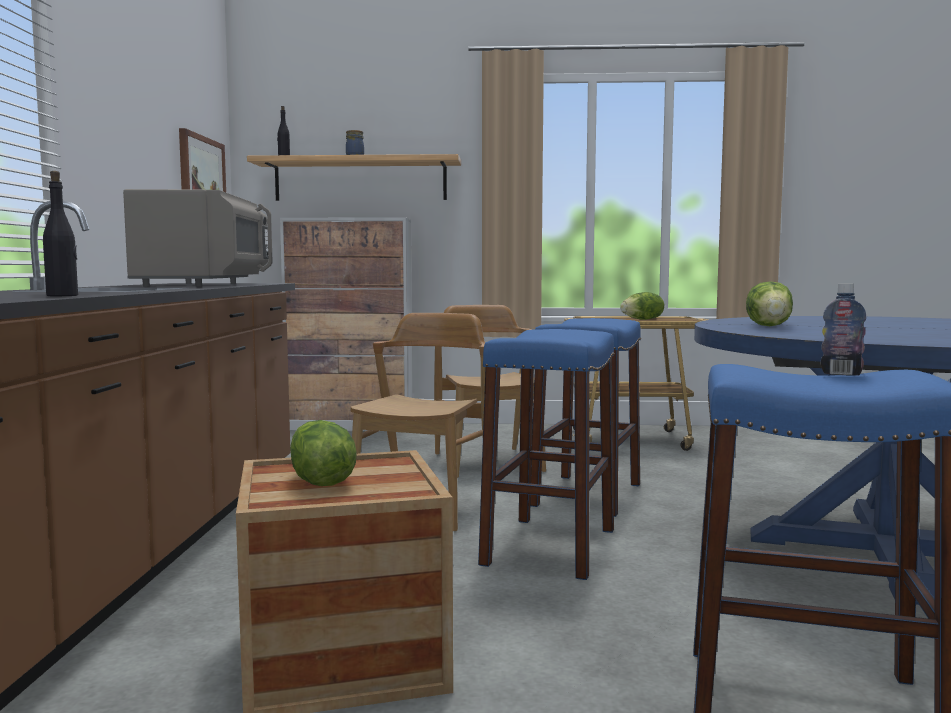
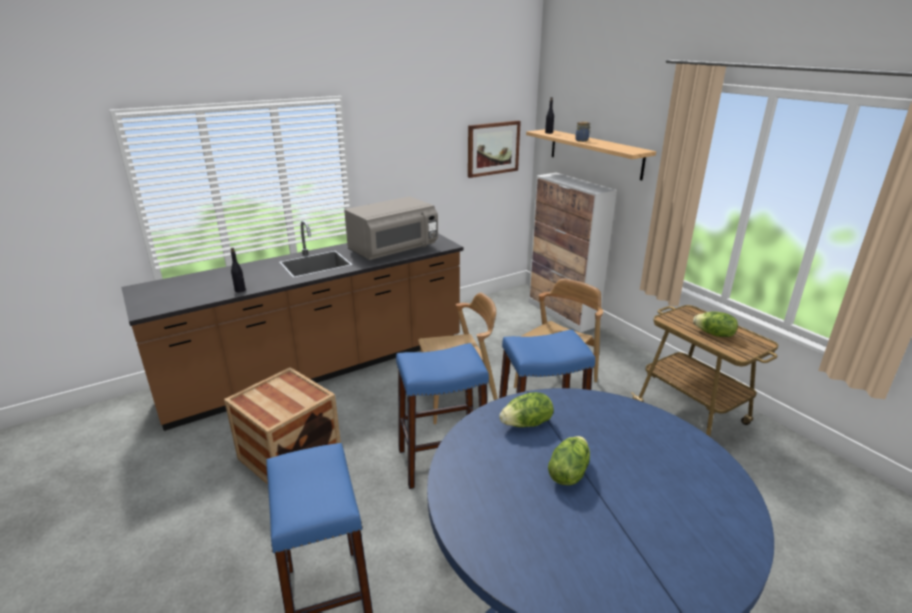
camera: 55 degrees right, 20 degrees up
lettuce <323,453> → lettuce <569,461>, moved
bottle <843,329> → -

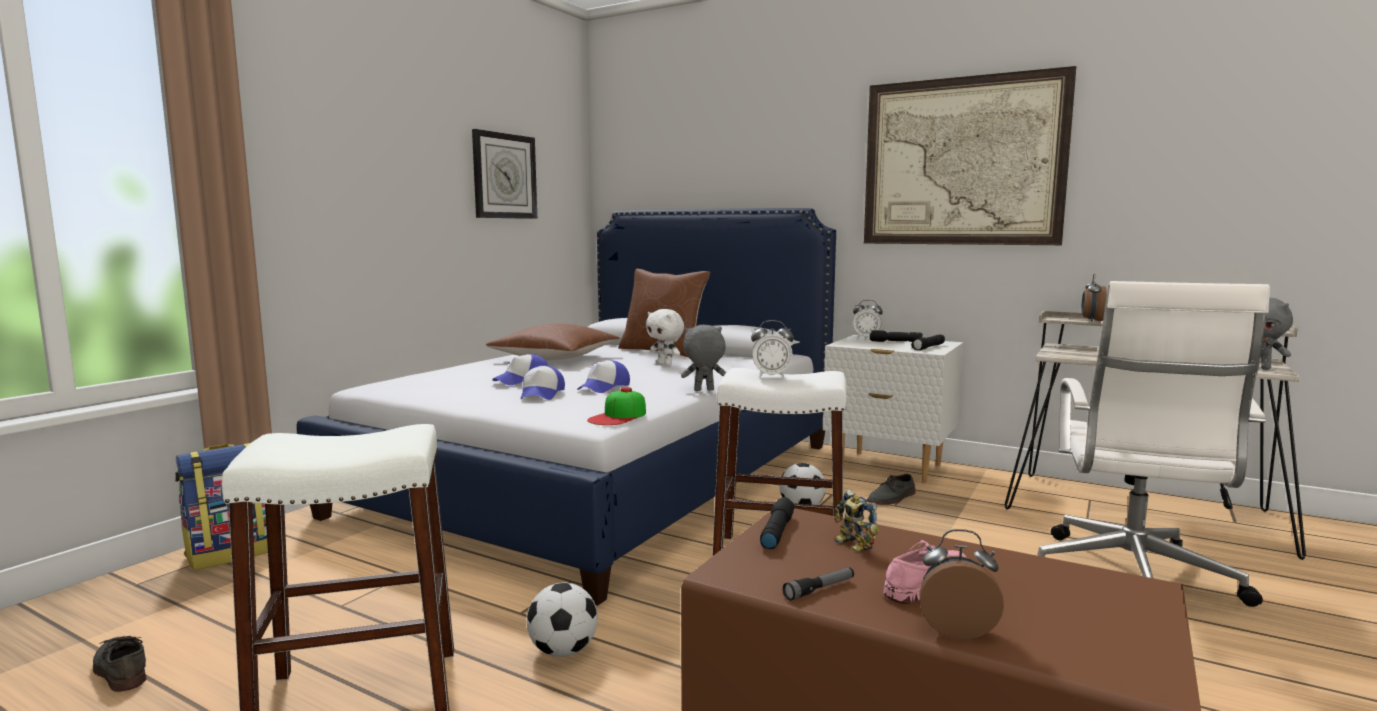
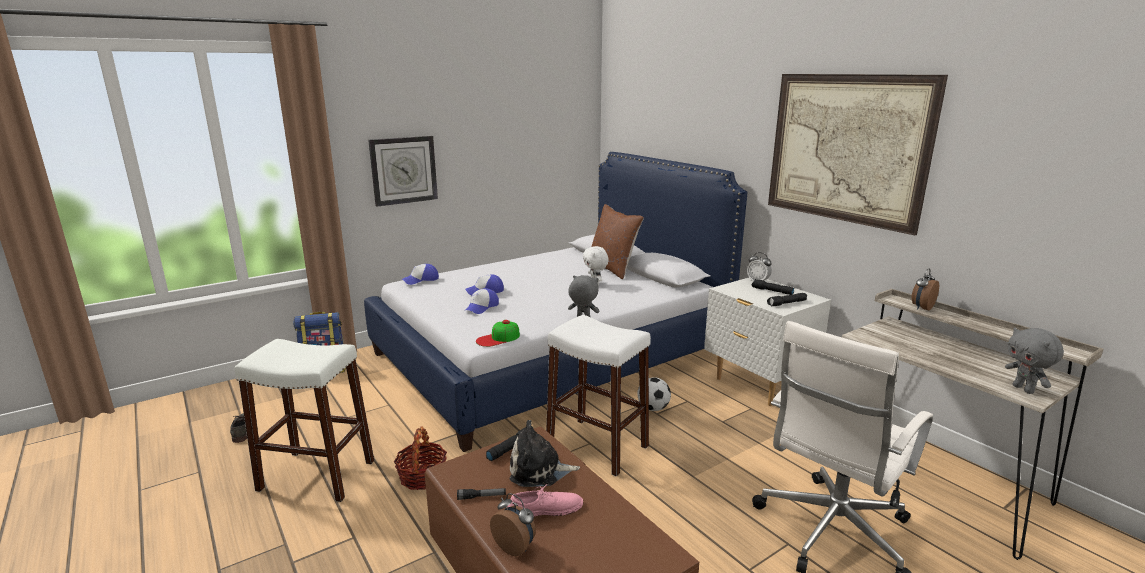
camera: 25 degrees right, 10 degrees up
wall clock <504,174> → wall clock <403,171>, moved
brown pillow <553,341> → -
football <562,620> → basket <420,458>
cap <603,376> → cap <420,274>, moved
alarm clock <772,349> → -
toy robot <857,520> → plush toy <545,453>
grey shoe <891,489> → -

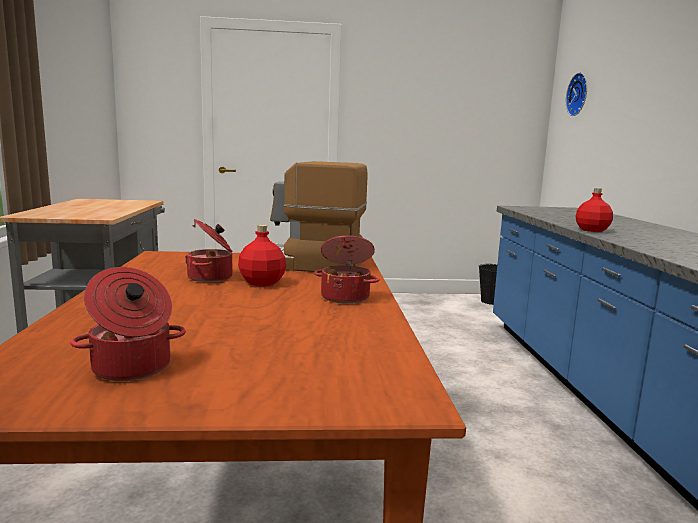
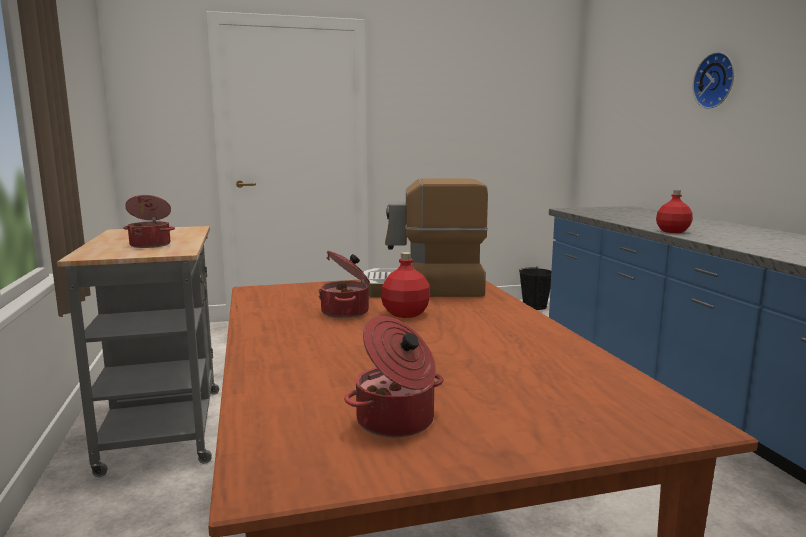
camera: 10 degrees left, 0 degrees up
cooking pot <347,269> → cooking pot <149,221>, moved
wall clock <576,94> → wall clock <713,80>, moved

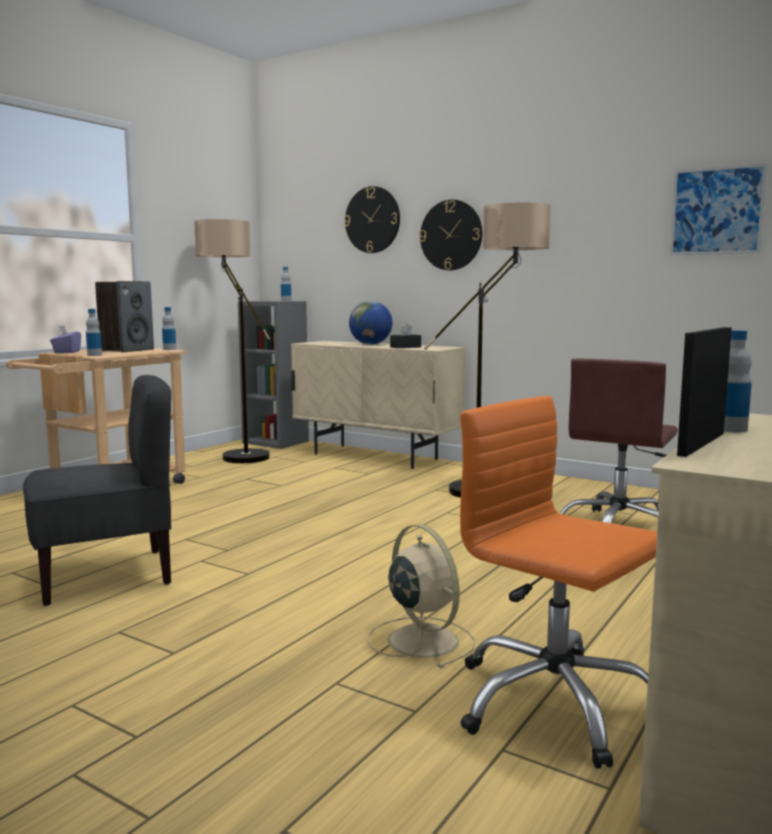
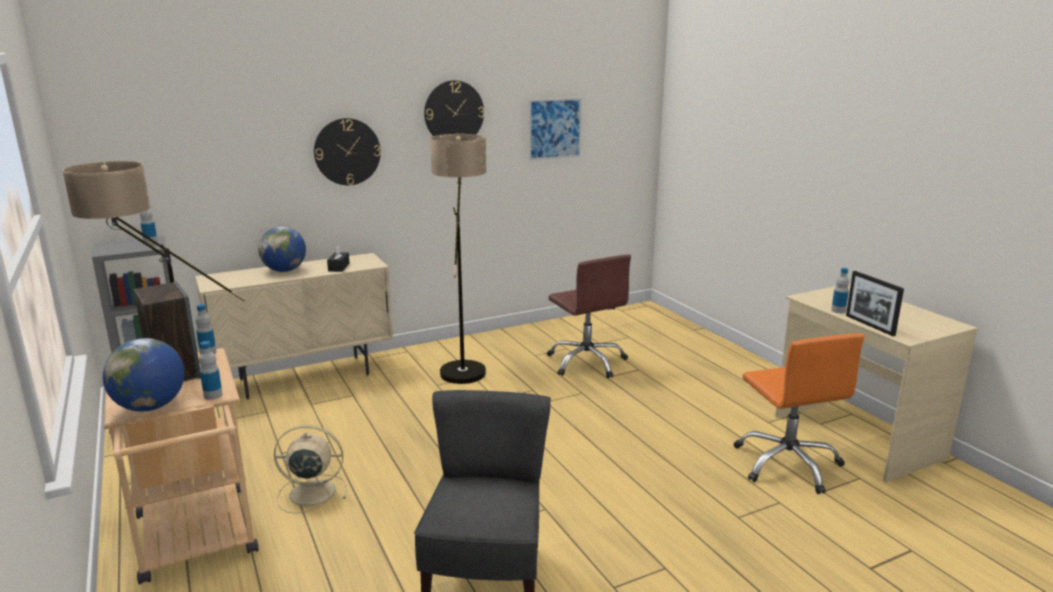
camera: 60 degrees left, 10 degrees up
purple tissue box <65,339> → globe <143,375>
wall clock <372,219> → wall clock <454,108>, moved
beige fan <421,596> → beige fan <310,469>, moved
orange office chair <558,582> → orange office chair <799,413>, 90 degrees counterclockwise

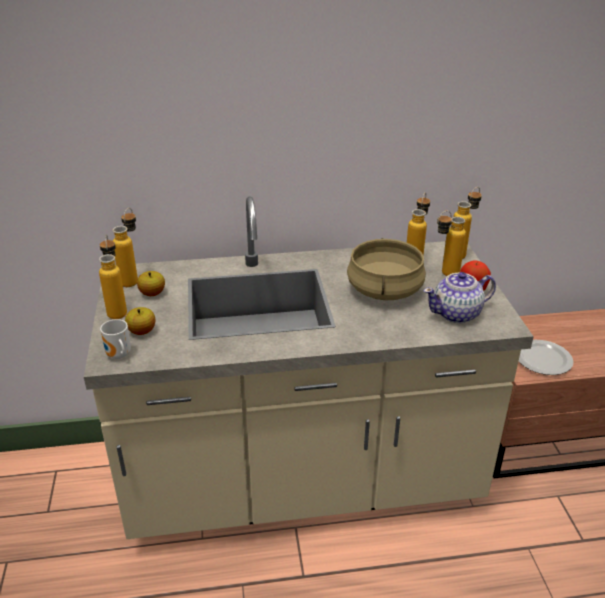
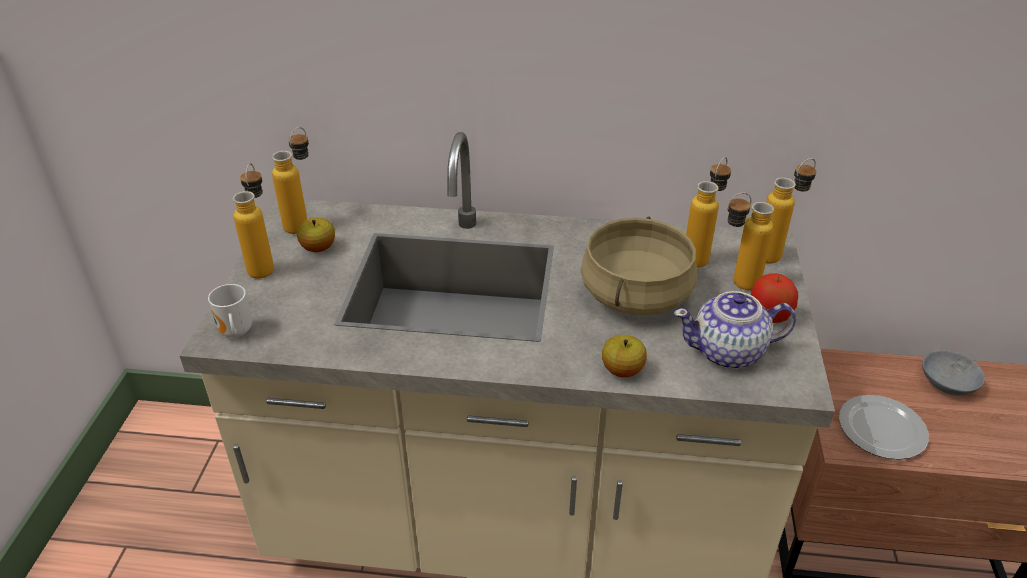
camera: 15 degrees right, 5 degrees up
apple <140,321> → apple <624,356>, moved
- → grey bowl <953,373>

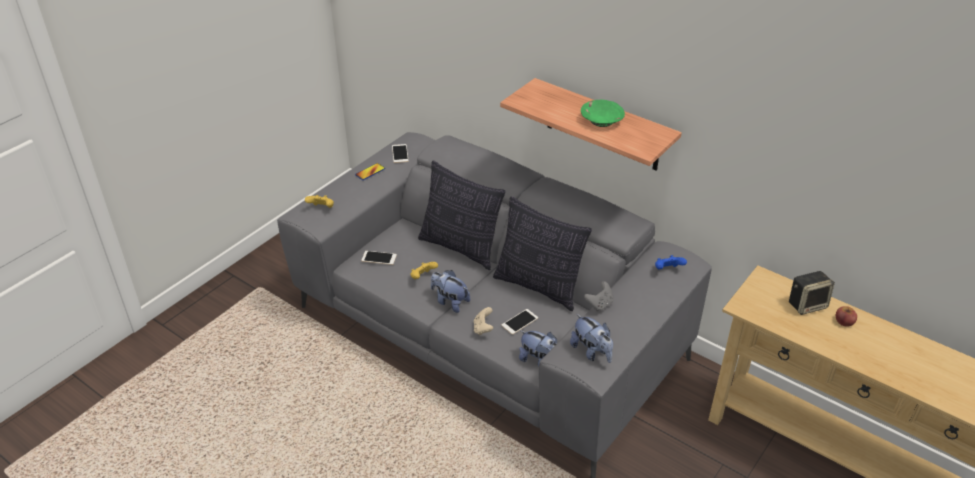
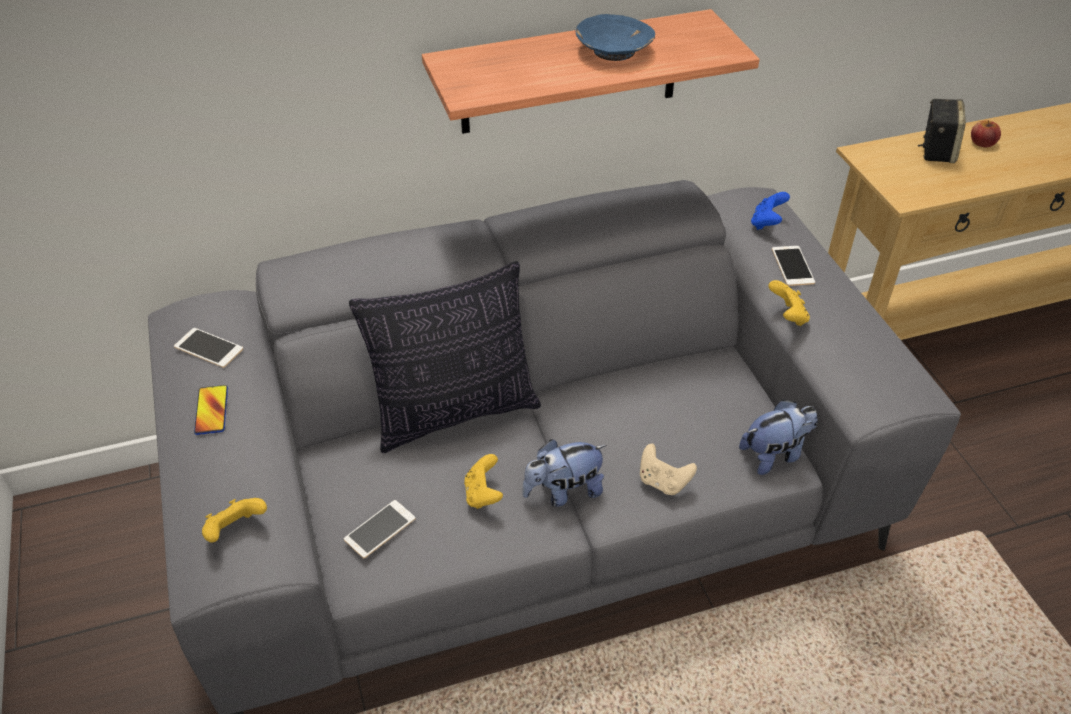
camera: 55 degrees left, 5 degrees up
pillow <542,253> → -
phone <520,322> → phone <793,266>, moved
plush toy <591,338> → -
green bowl <603,113> → blue bowl <615,37>
grey game controller <599,296> → yellow game controller <789,303>

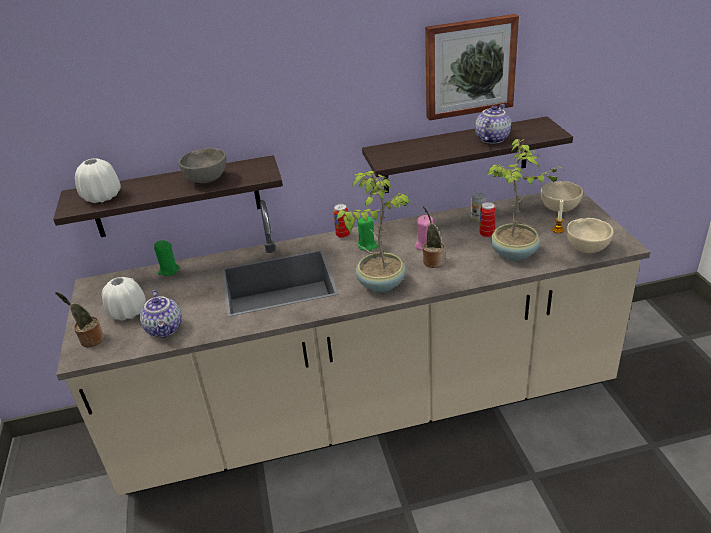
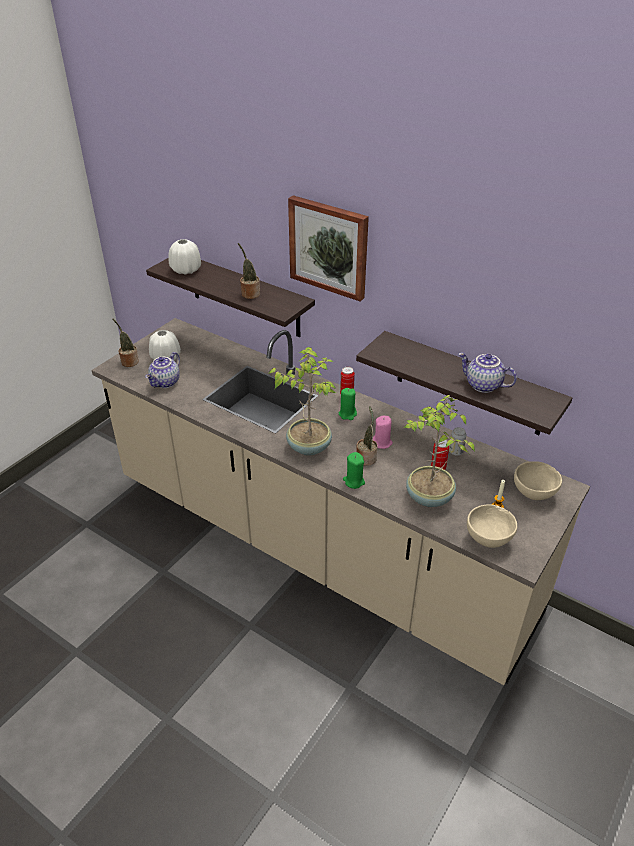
camera: 45 degrees right, 5 degrees up
green candle <167,258> → green candle <354,470>, moved
grey bowl <202,165> → potted plant <249,271>
picture <472,67> → picture <328,248>, moved
teapot <493,124> → teapot <487,372>, 135 degrees counterclockwise

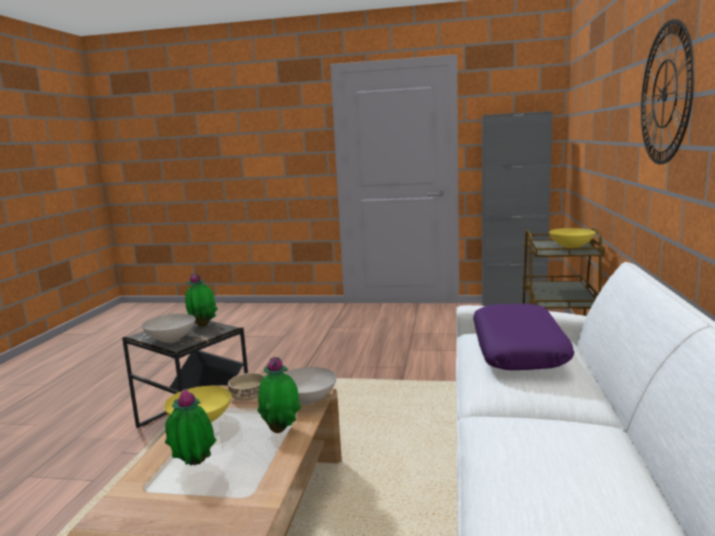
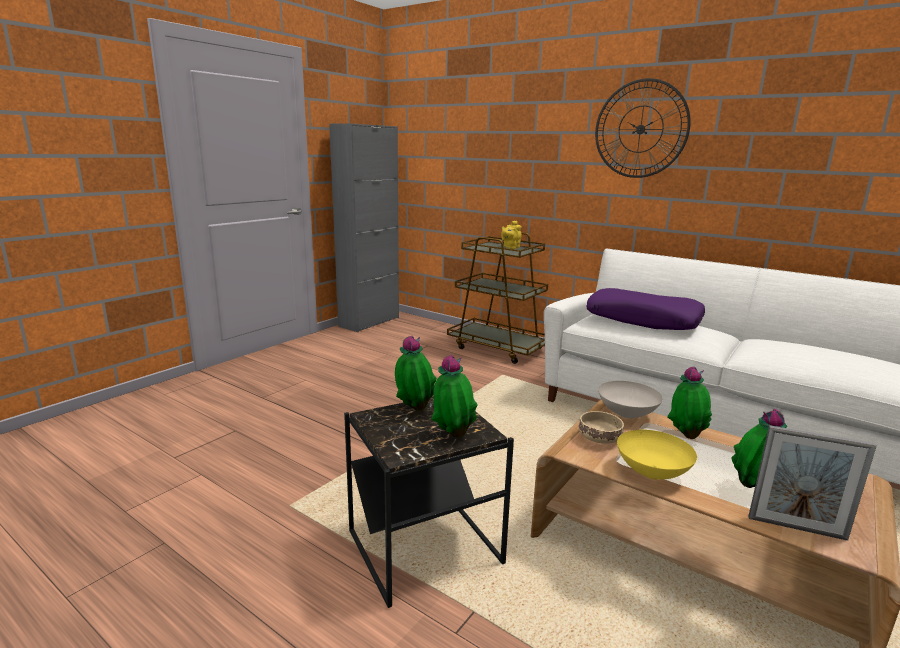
camera: 65 degrees left, 5 degrees up
white bowl <169,328> → potted plant <454,396>
yellow bowl <572,238> → yellow teapot <511,235>
- → picture frame <812,483>

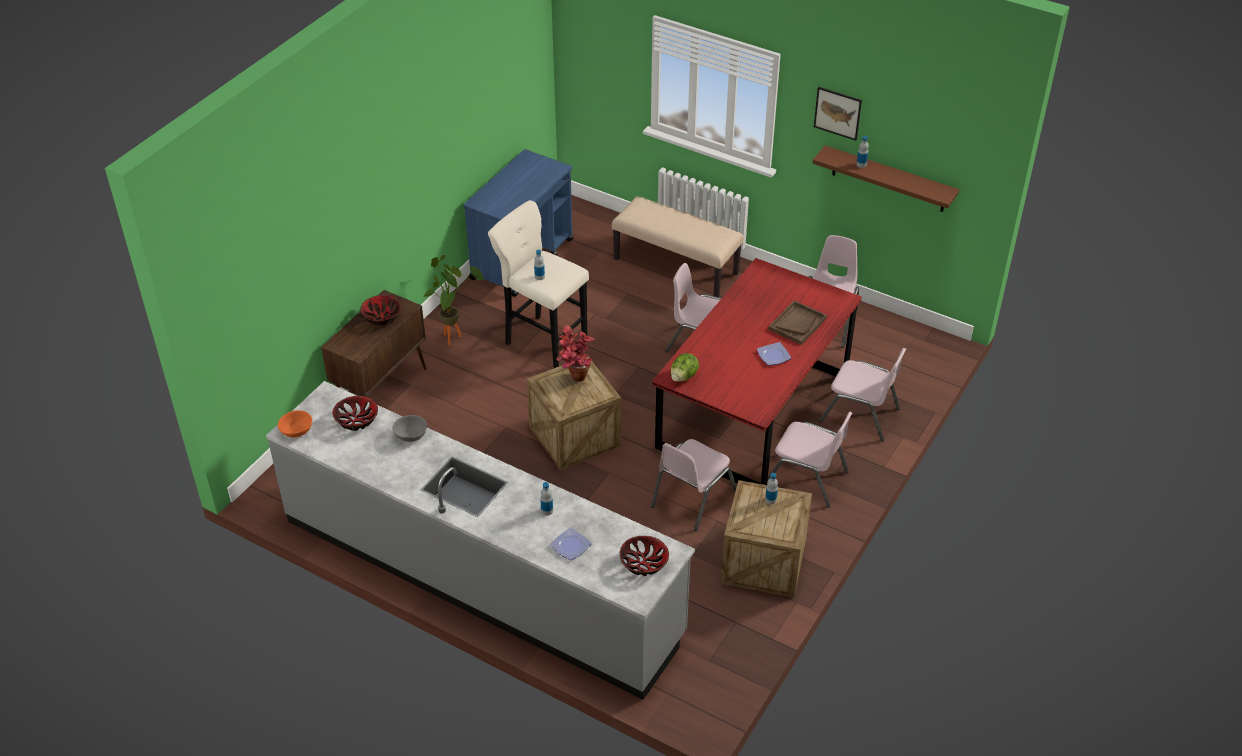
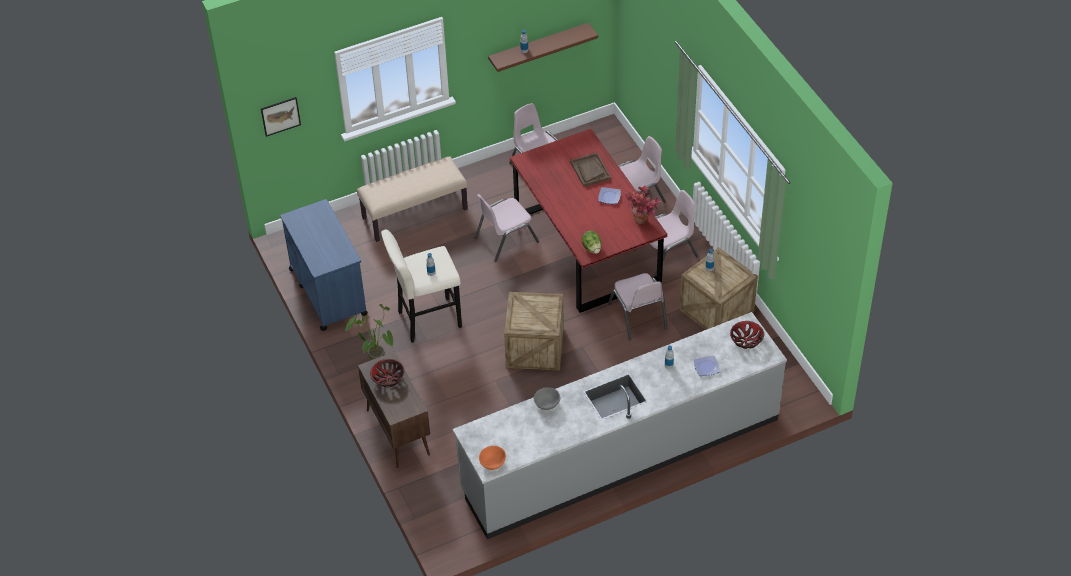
camera: 55 degrees left, 5 degrees up
bowl <355,413> → -
potted plant <575,353> → potted plant <642,205>, moved
picture <838,114> → picture <281,117>, moved

